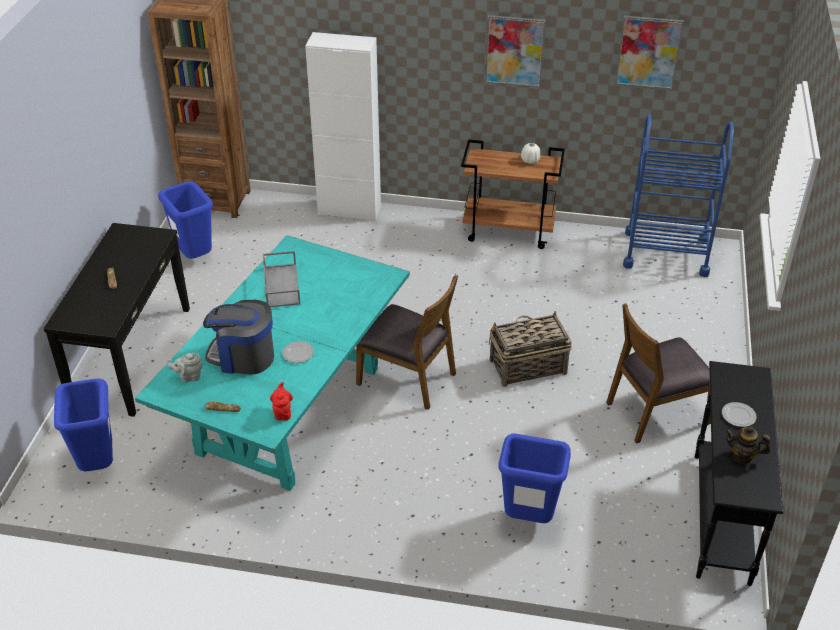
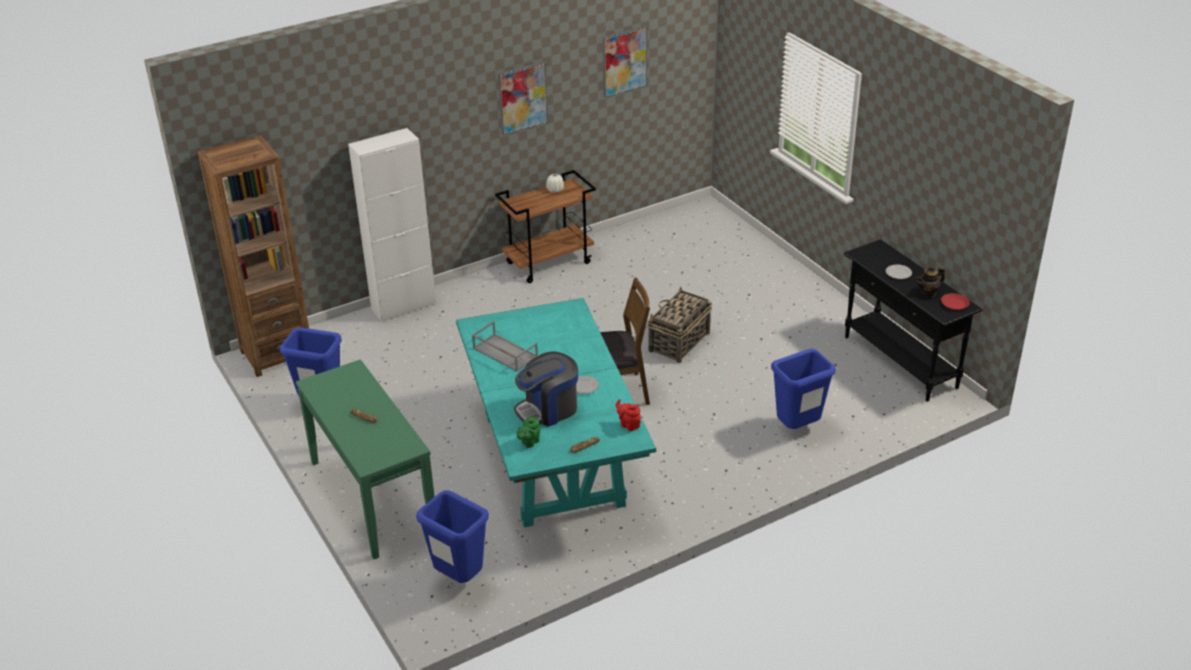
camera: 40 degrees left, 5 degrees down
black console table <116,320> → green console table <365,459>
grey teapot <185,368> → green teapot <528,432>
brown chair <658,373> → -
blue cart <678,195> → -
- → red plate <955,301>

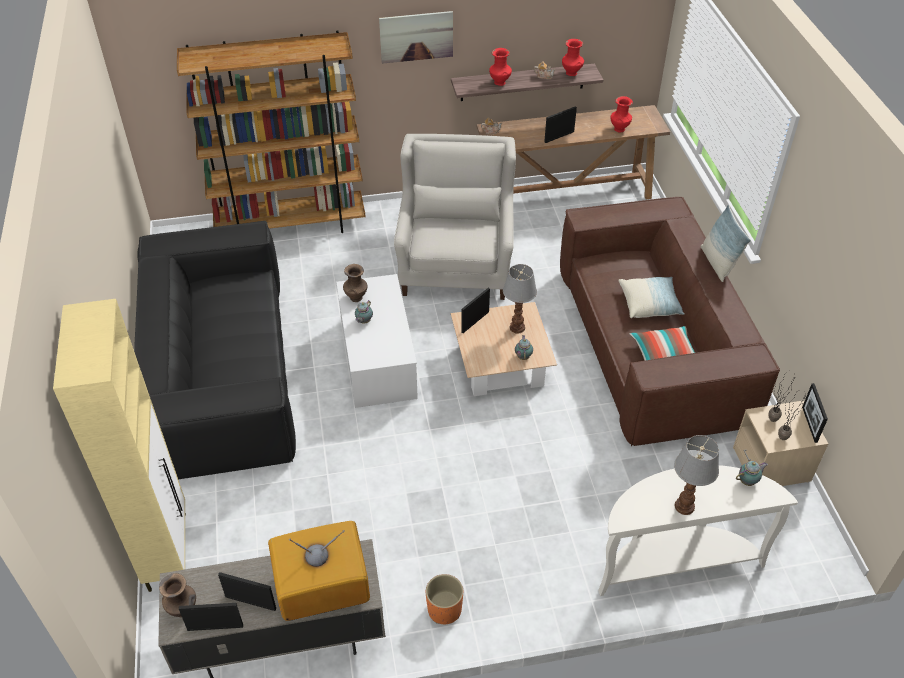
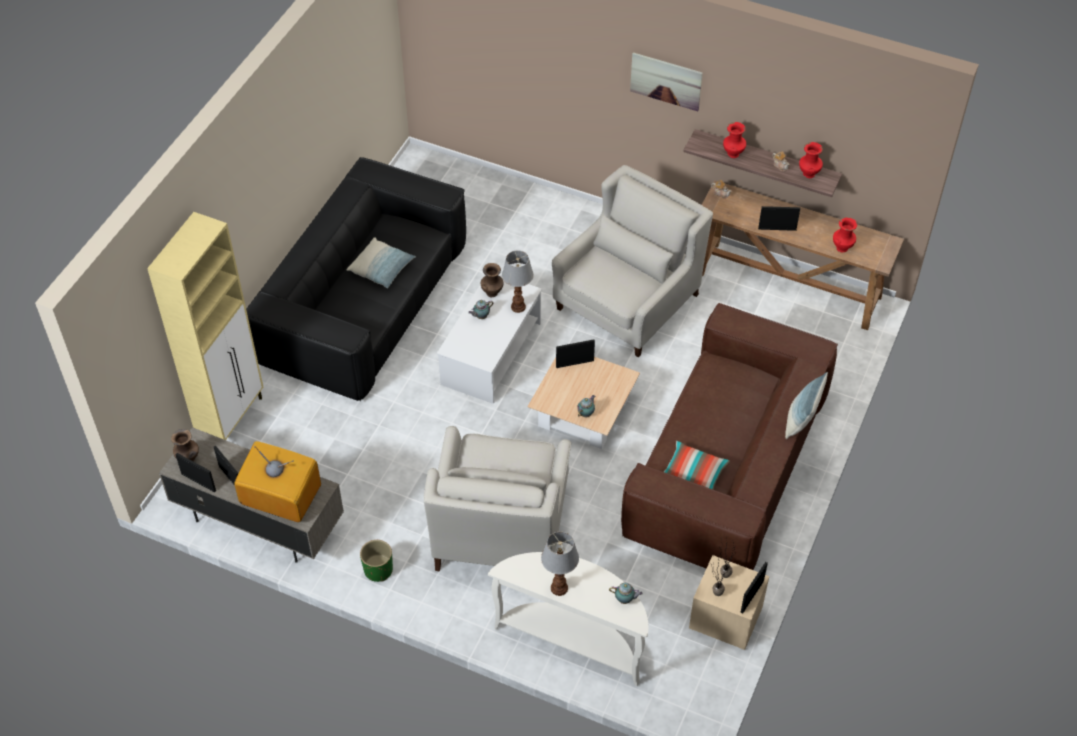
camera: 35 degrees right, 5 degrees up
brown bookcase <271,131> → -
orange planter <444,599> → green planter <376,561>
table lamp <520,299> → table lamp <518,282>, moved
pillow <651,297> → pillow <381,262>, moved
- → white armchair <498,498>

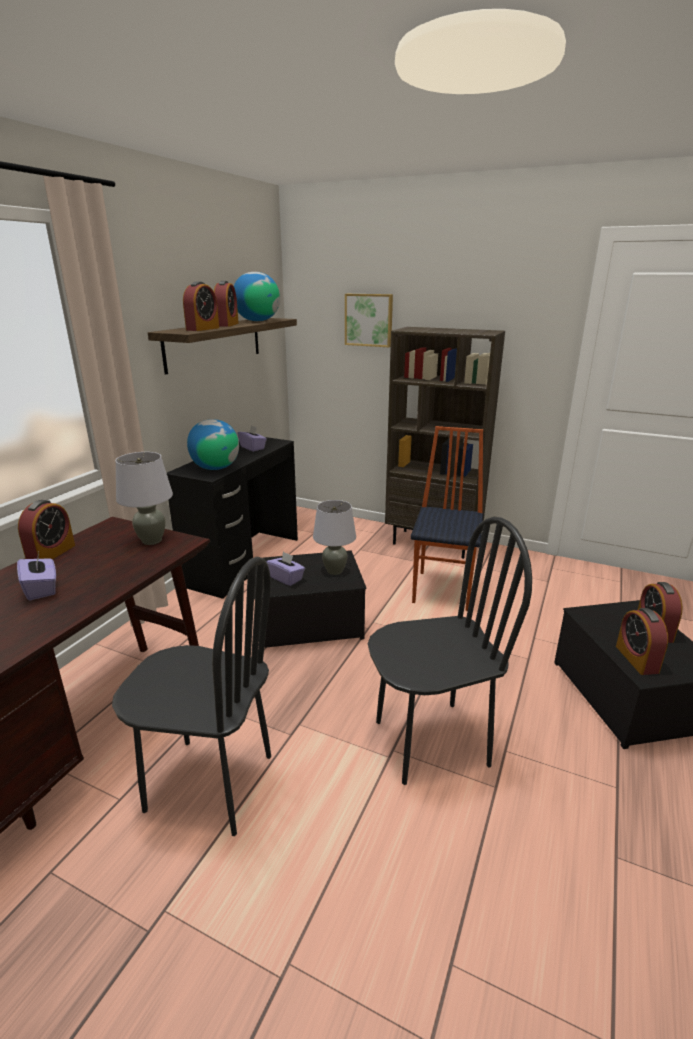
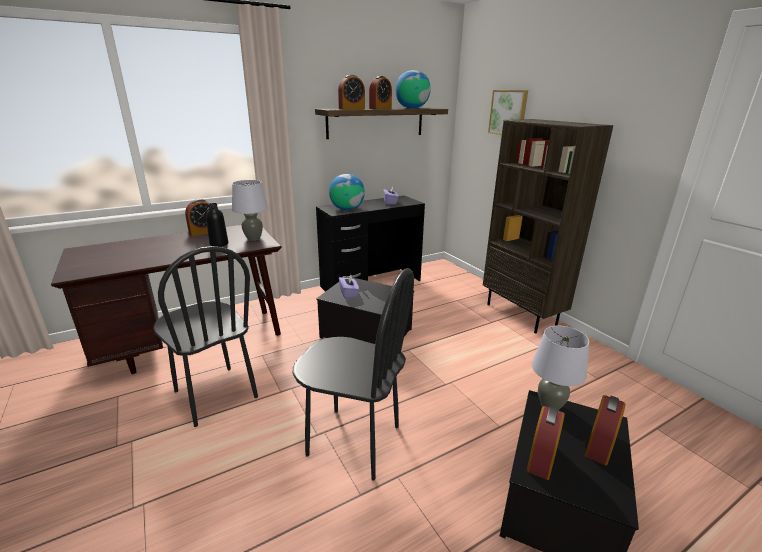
camera: 35 degrees right, 0 degrees up
purple tissue box <36,576> → -
grey table lamp <334,537> → grey table lamp <560,368>, moved
chair <447,518> → -
- → black bottle <217,225>

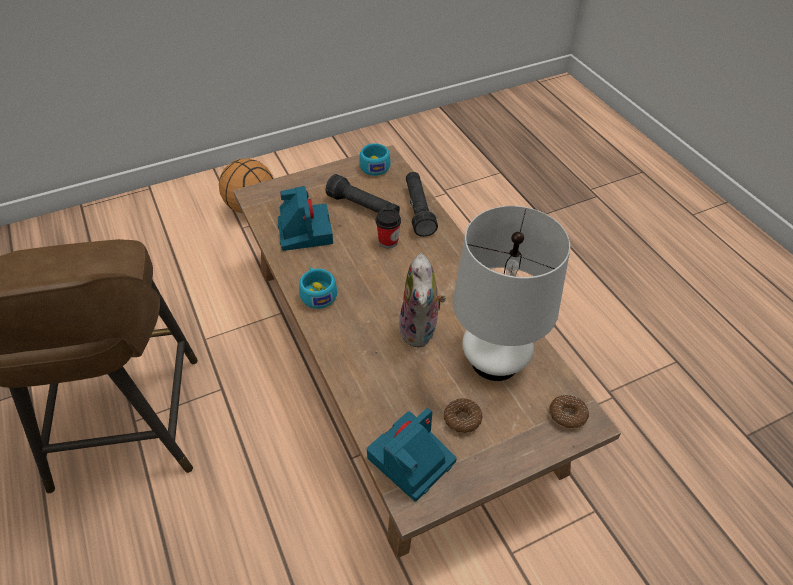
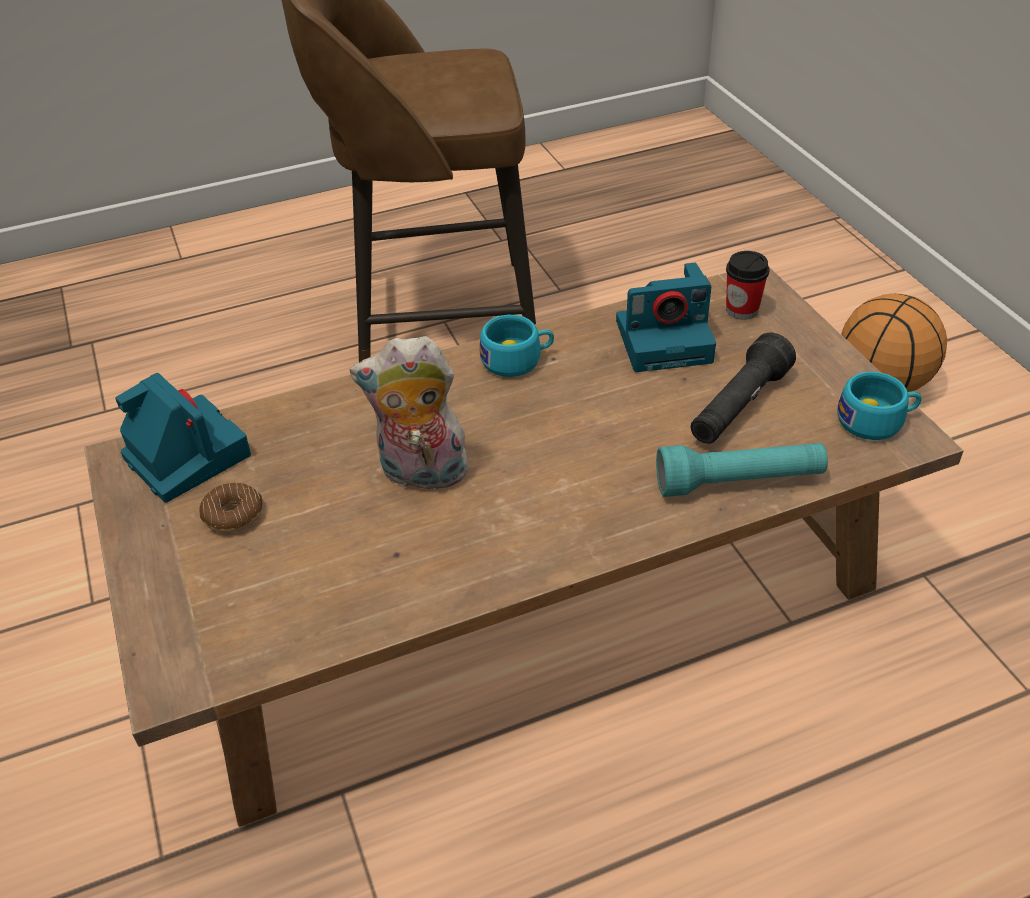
camera: 95 degrees right, 5 degrees down
cup <388,228> → cup <748,285>, moved
black flashlight <422,204> → turquoise flashlight <742,470>
white table lamp <511,293> → -
donut <569,412> → -

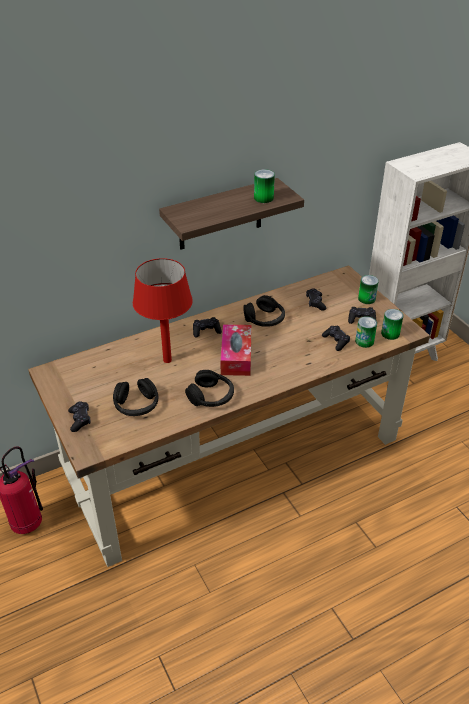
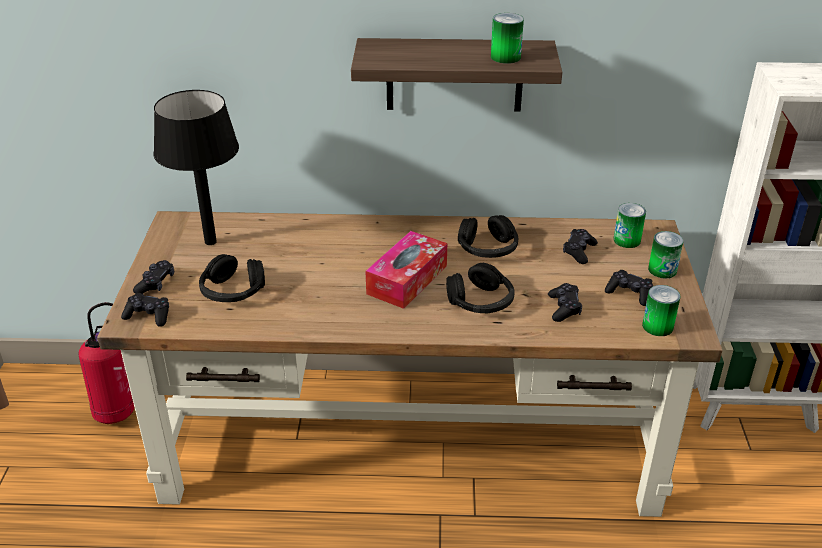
camera: 30 degrees right, 5 degrees down
red table lamp <163,310> → -
black headphones <209,388> → black headphones <480,288>, moved
black game controller <207,327> → black game controller <145,310>, moved
can <366,332> → can <630,225>, moved
- → black table lamp <196,167>

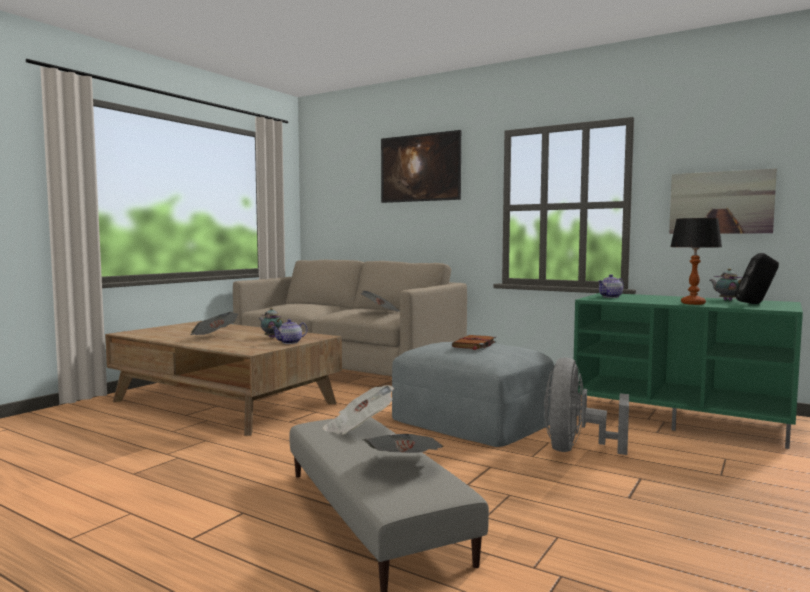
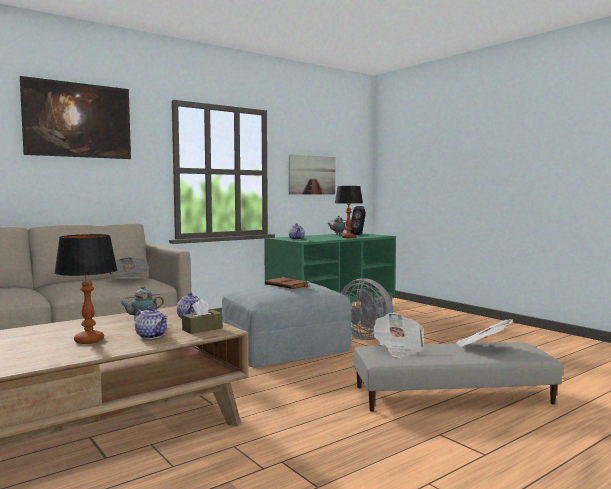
camera: 70 degrees left, 0 degrees up
newspaper <214,323> → table lamp <86,289>
- → teapot <151,322>
- → brown tissue box <202,316>

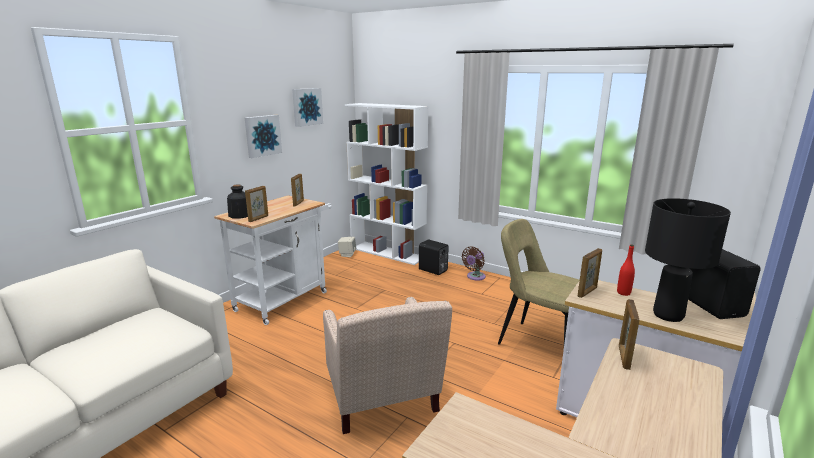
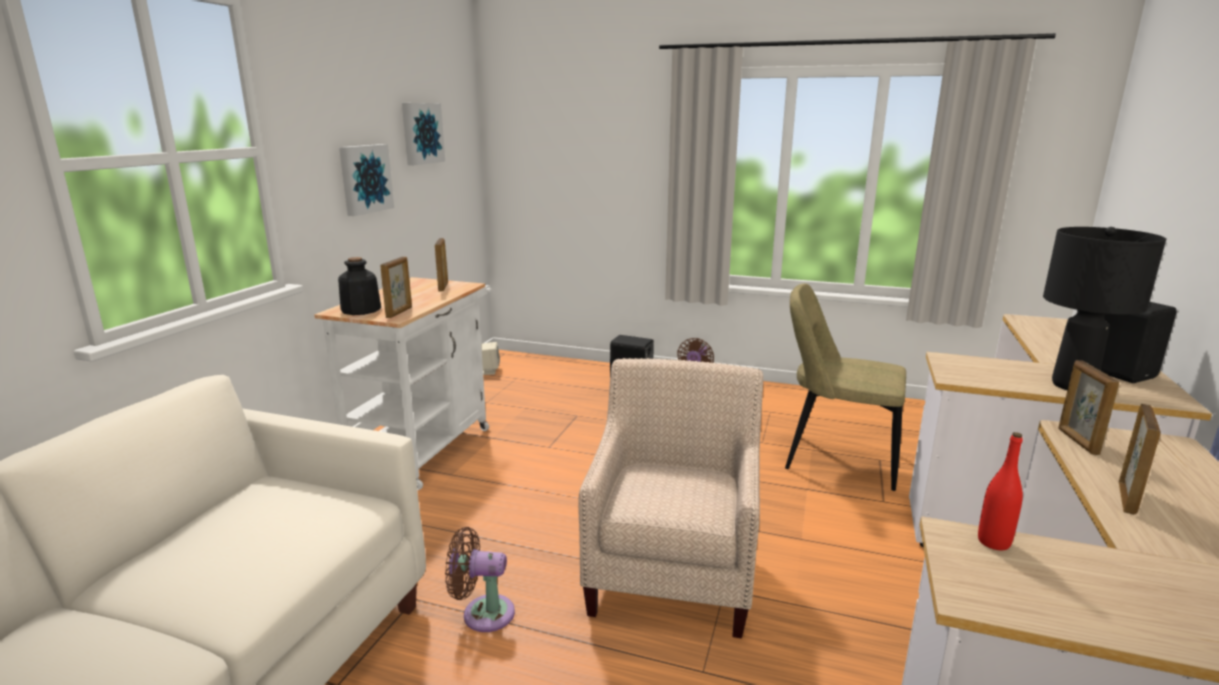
camera: 15 degrees left, 0 degrees up
beige armchair <387,365> → beige armchair <671,498>, 135 degrees counterclockwise
white bookcase <386,184> → -
picture frame <589,273> → picture frame <1140,459>, moved
red bottle <626,270> → red bottle <1000,491>, moved
- → brown fan <480,579>

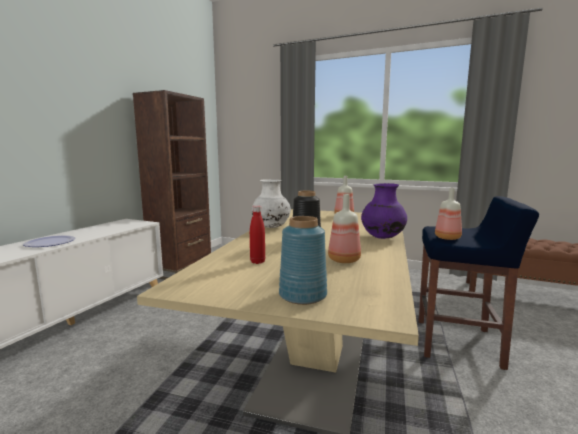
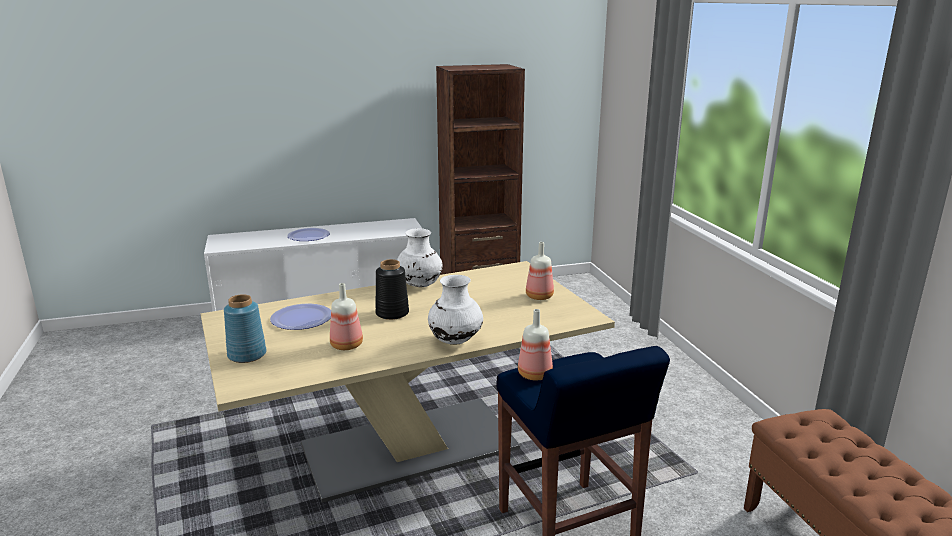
camera: 50 degrees right, 10 degrees up
red bottle <257,234> → plate <300,317>
purple vase <384,211> → white vase <455,310>

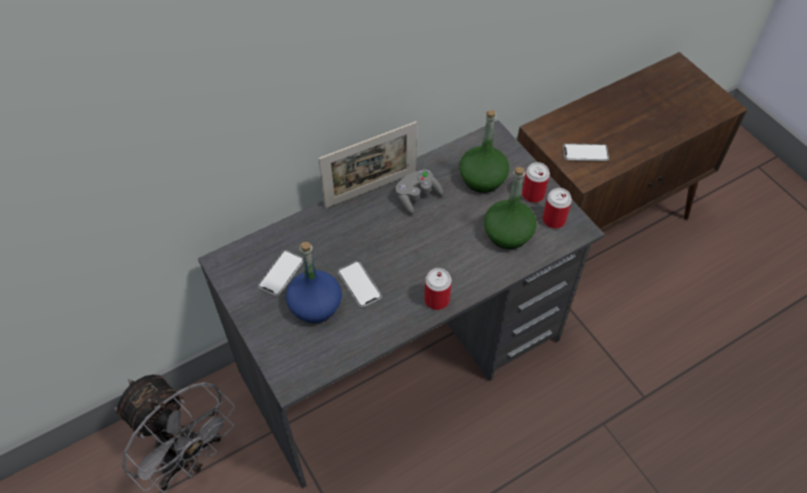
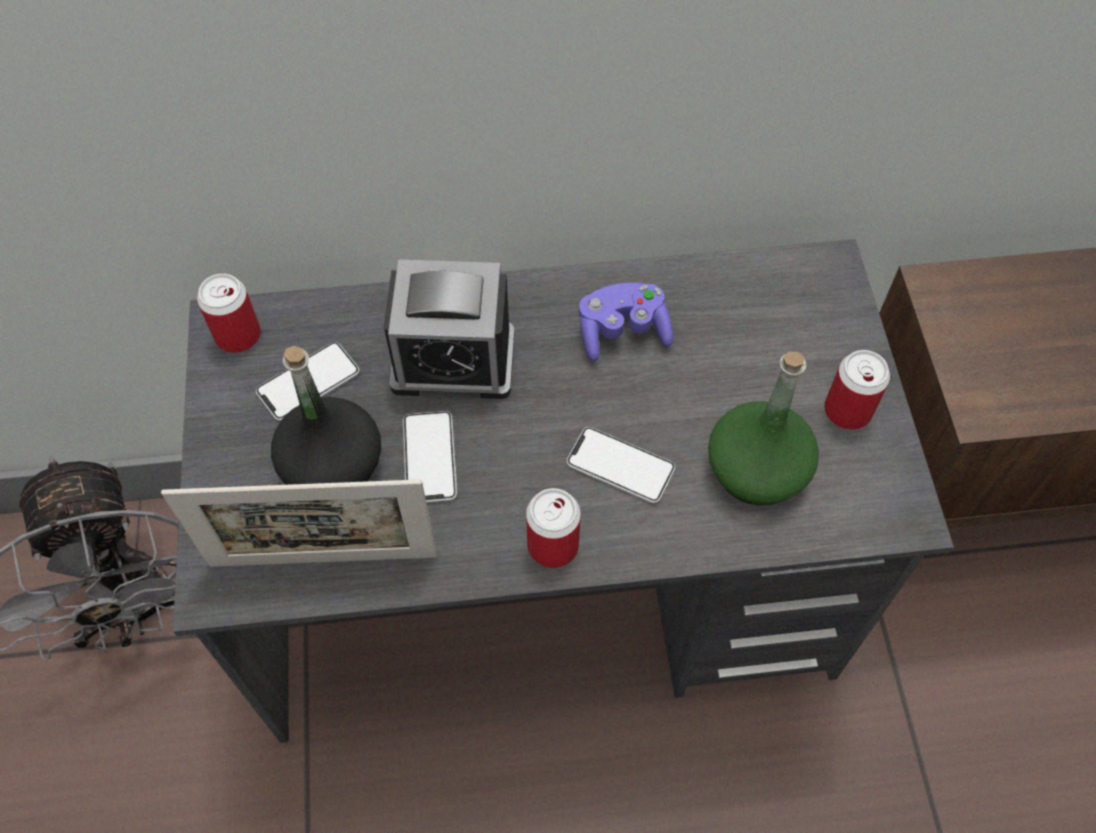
camera: 25 degrees right, 5 degrees up
blue bottle <314,282> → black bottle <326,415>
picture frame <367,164> → picture frame <299,523>, moved
grey game controller <419,192> → purple game controller <626,322>
green bottle <484,151> → -
can <557,208> → can <229,313>, moved
phone <586,152> → phone <621,465>, moved
- → alarm clock <449,329>

